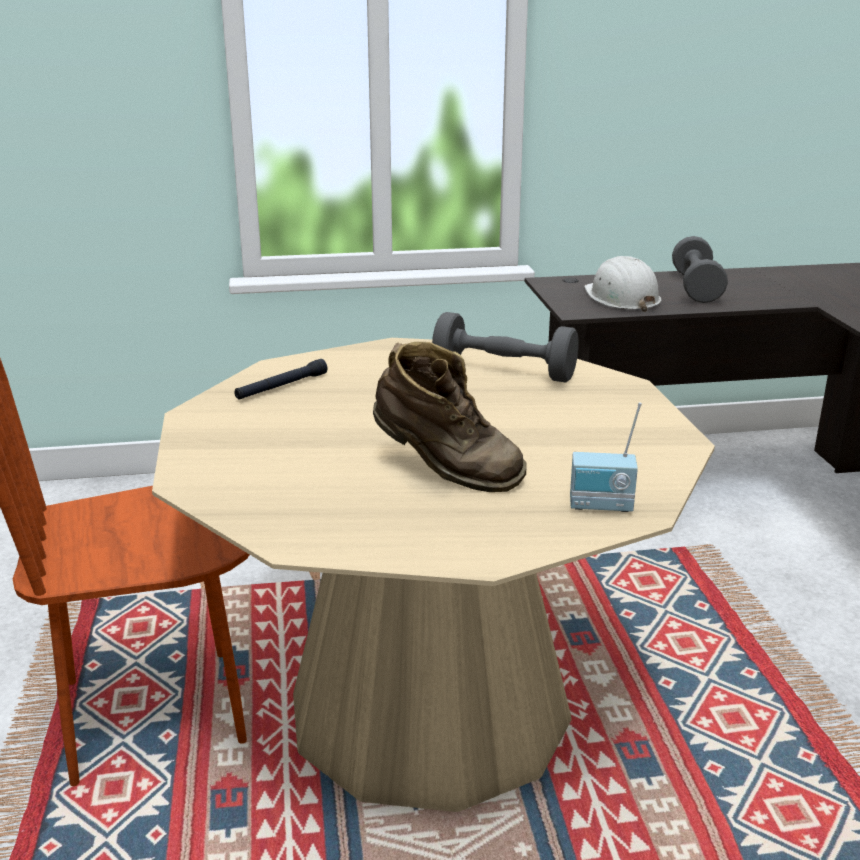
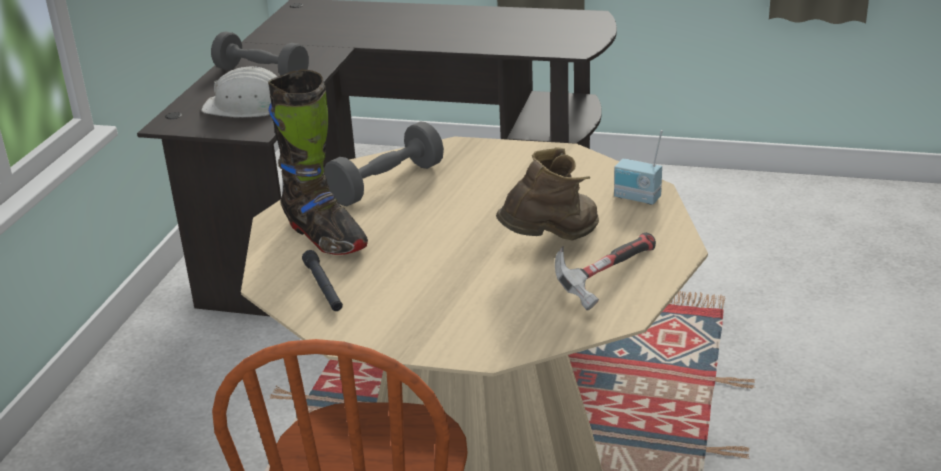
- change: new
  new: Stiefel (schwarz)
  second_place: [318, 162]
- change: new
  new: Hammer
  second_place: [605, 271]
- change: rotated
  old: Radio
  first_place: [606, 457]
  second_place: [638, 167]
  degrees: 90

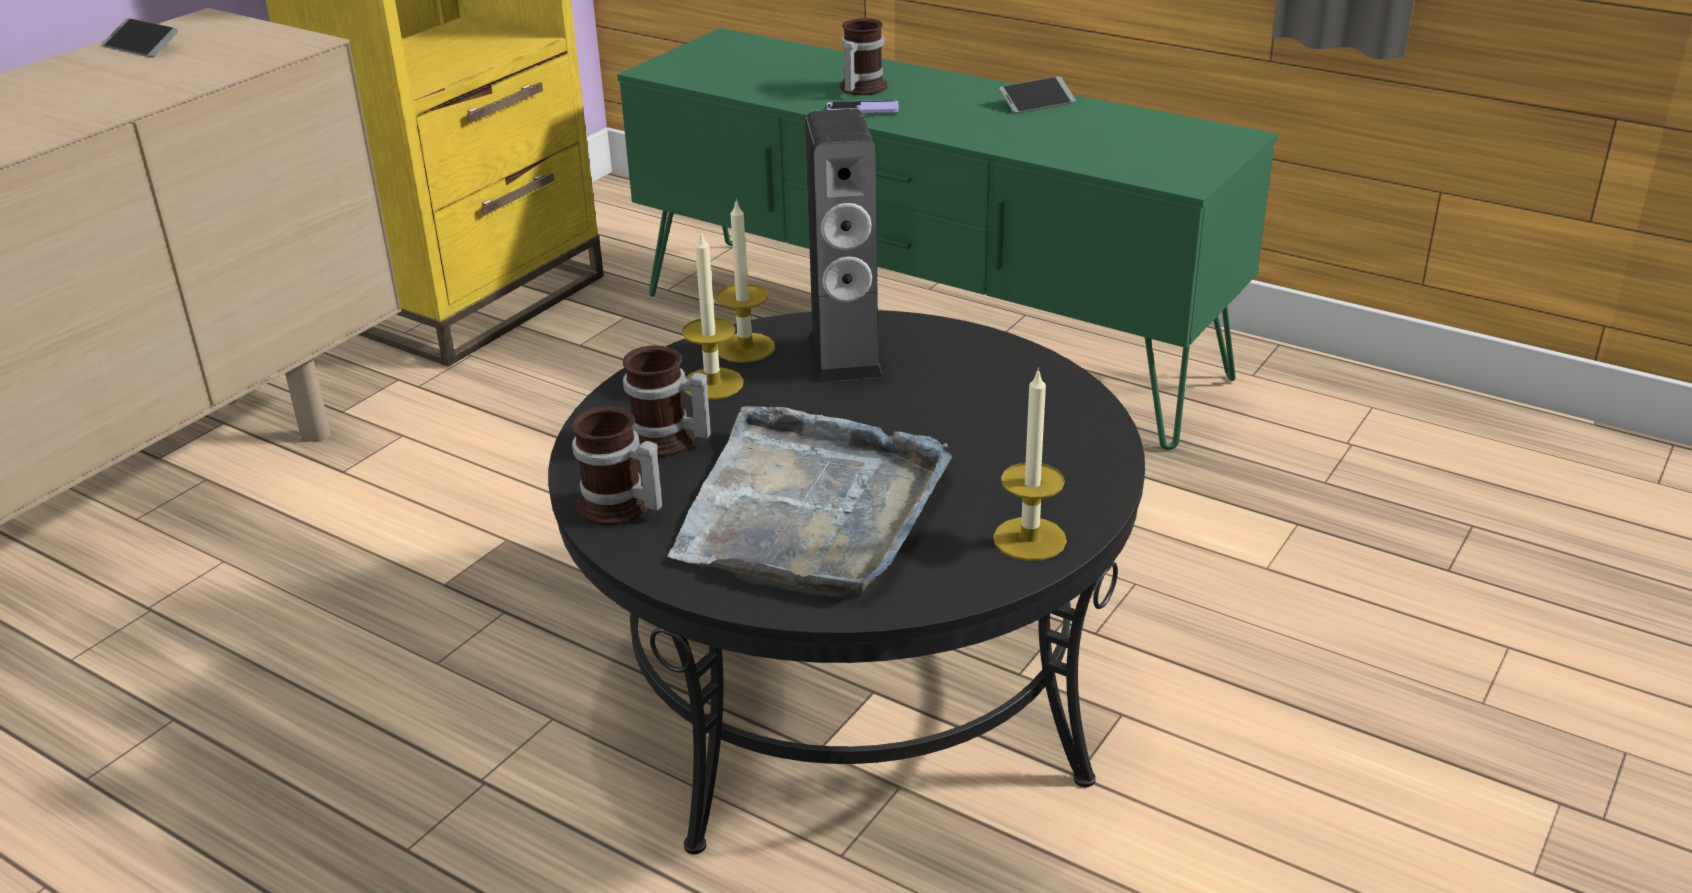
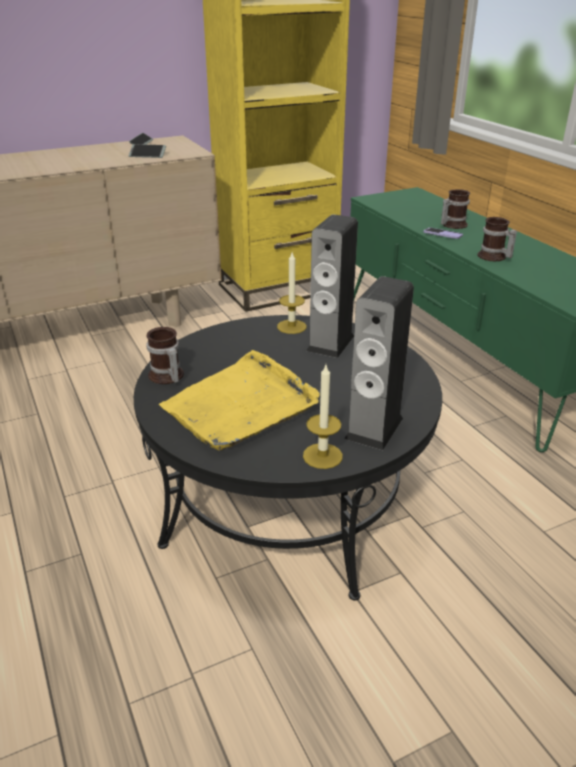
- change: gone
  old: Kerze
  first_place: [713, 316]
- change: new
  new: Lautsprecher
  second_place: [379, 363]
- change: shifted
  old: Henkelbecher
  first_place: [667, 401]
  second_place: [497, 239]
- change: shifted
  old: Handy
  first_place: [1037, 95]
  second_place: [147, 151]
- change: repainted
  old: Tablett (grau)
  new: Tablett (gelb)
  first_place: [809, 499]
  second_place: [239, 400]

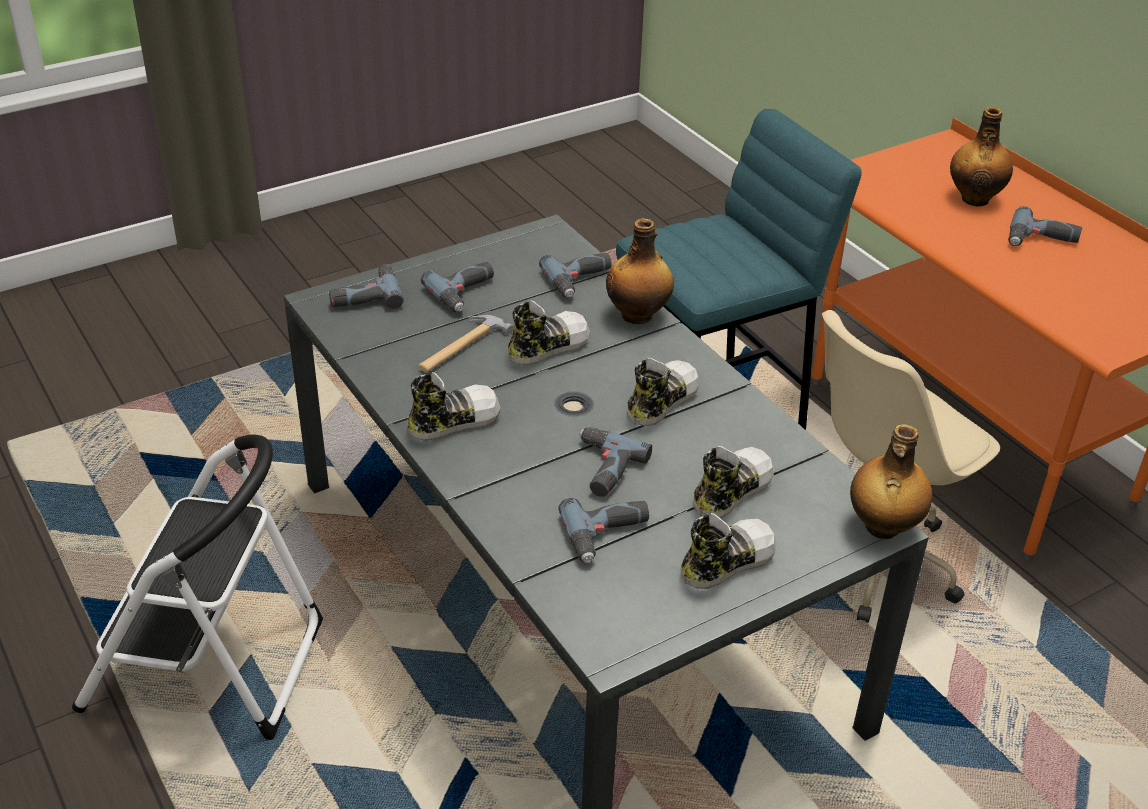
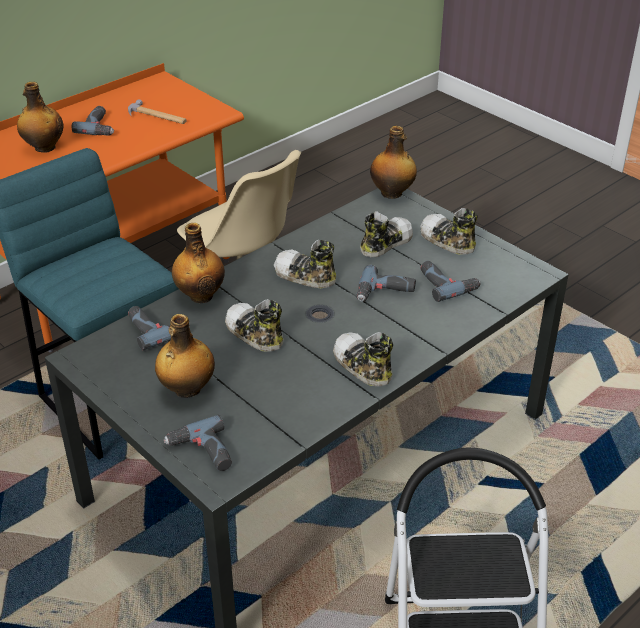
- change: shifted
  old: Hammer
  first_place: [465, 344]
  second_place: [157, 111]
- change: swapped
  old: Bohrmaschine
  new: Flasche
  first_place: [457, 287]
  second_place: [185, 356]
- change: rotated
  old: Schuh
  first_place: [734, 482]
  second_place: [386, 234]
  degrees: 105

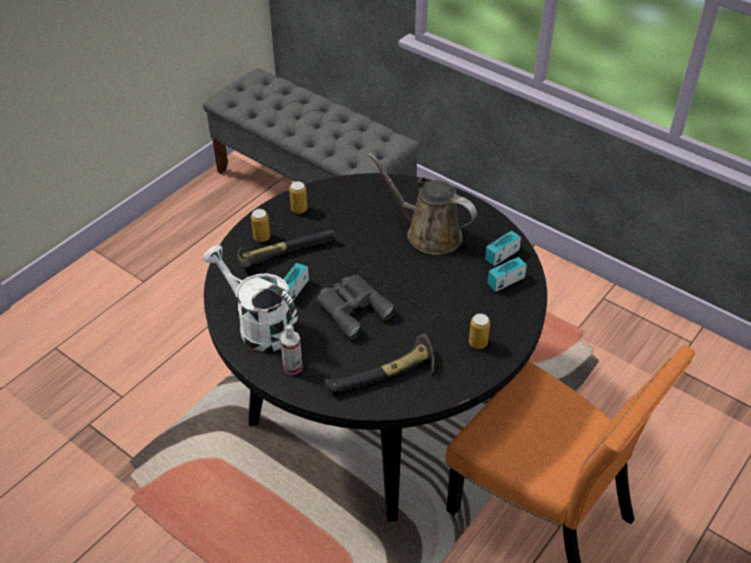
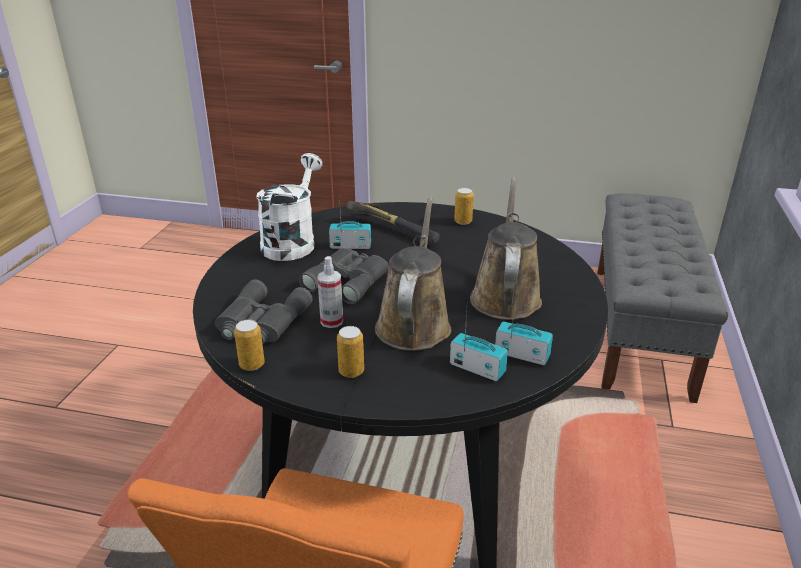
- change: new
  new: Gießkanne (braun)
  second_place: [413, 273]
- change: shifted
  old: Dose
  first_place: [260, 225]
  second_place: [249, 345]
- change: shifted
  old: Sprühflasche
  first_place: [291, 350]
  second_place: [330, 292]
- change: swapped
  old: Hammer
  new: Fernglas (grau)
  first_place: [379, 363]
  second_place: [264, 311]

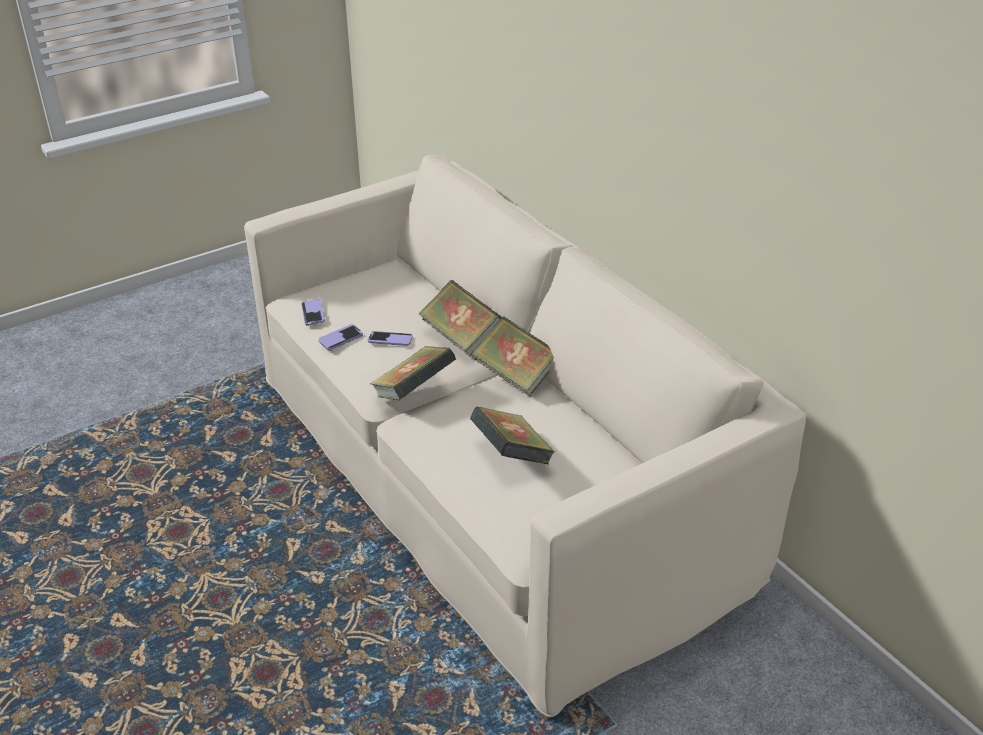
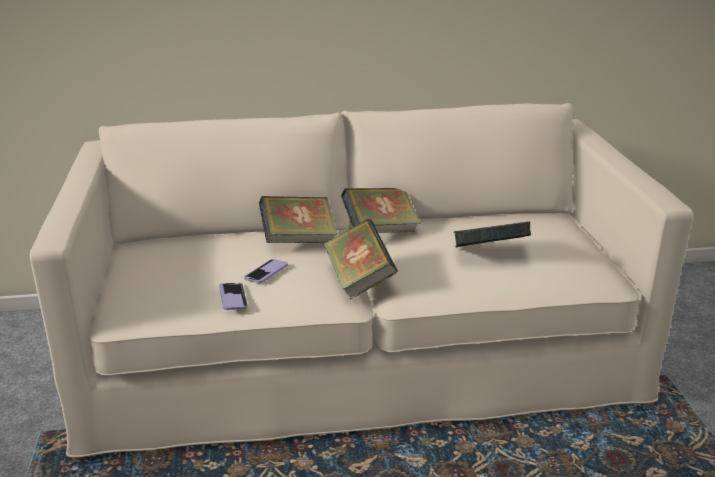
- change: gone
  old: Handy
  first_place: [313, 312]

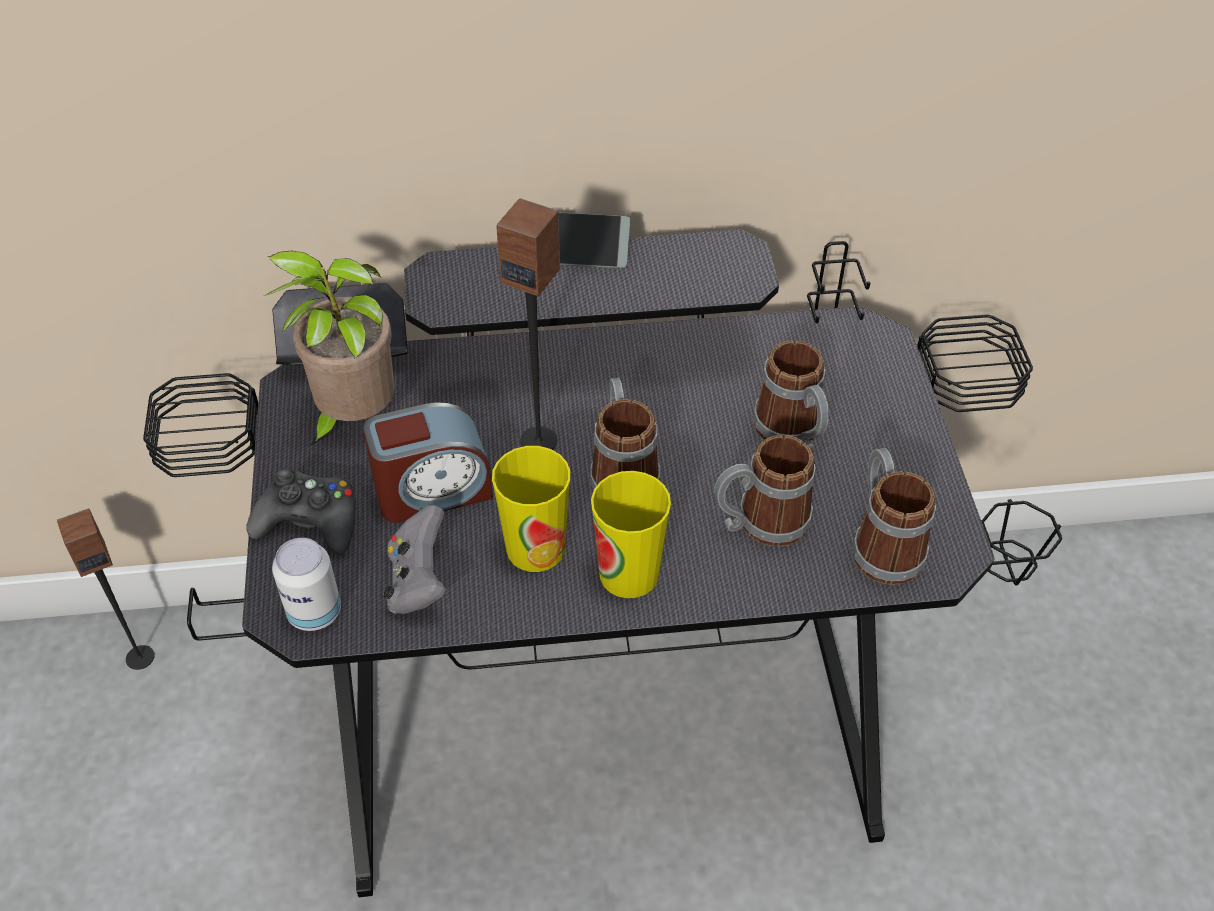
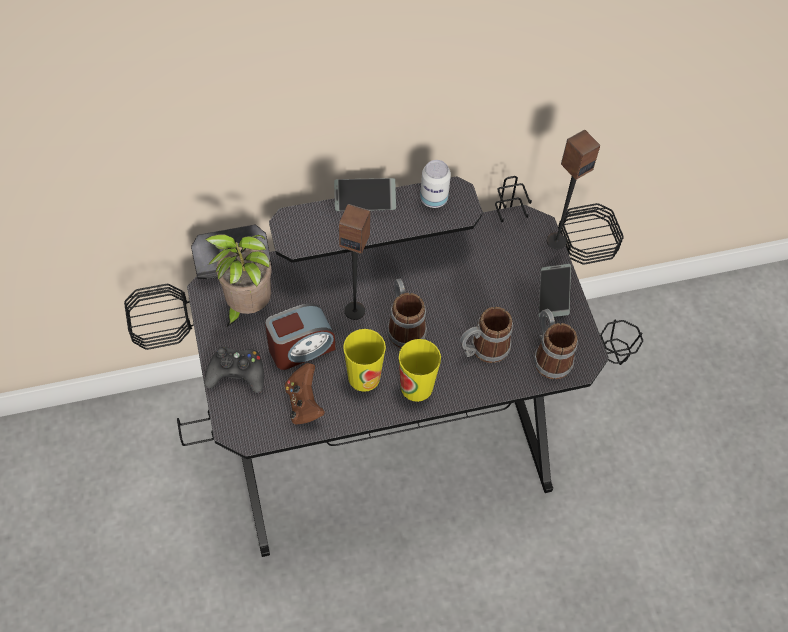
- change: gone
  old: Henkelbecher
  first_place: [790, 396]
- change: new
  new: Handy
  second_place: [555, 291]
- change: shifted
  old: Lautsprecher
  first_place: [106, 589]
  second_place: [573, 189]
- change: shifted
  old: Dose
  first_place: [306, 584]
  second_place: [435, 184]
- change: repainted
  old: Gamepad (grau)
  new: Gamepad (braun)
  first_place: [415, 559]
  second_place: [305, 394]

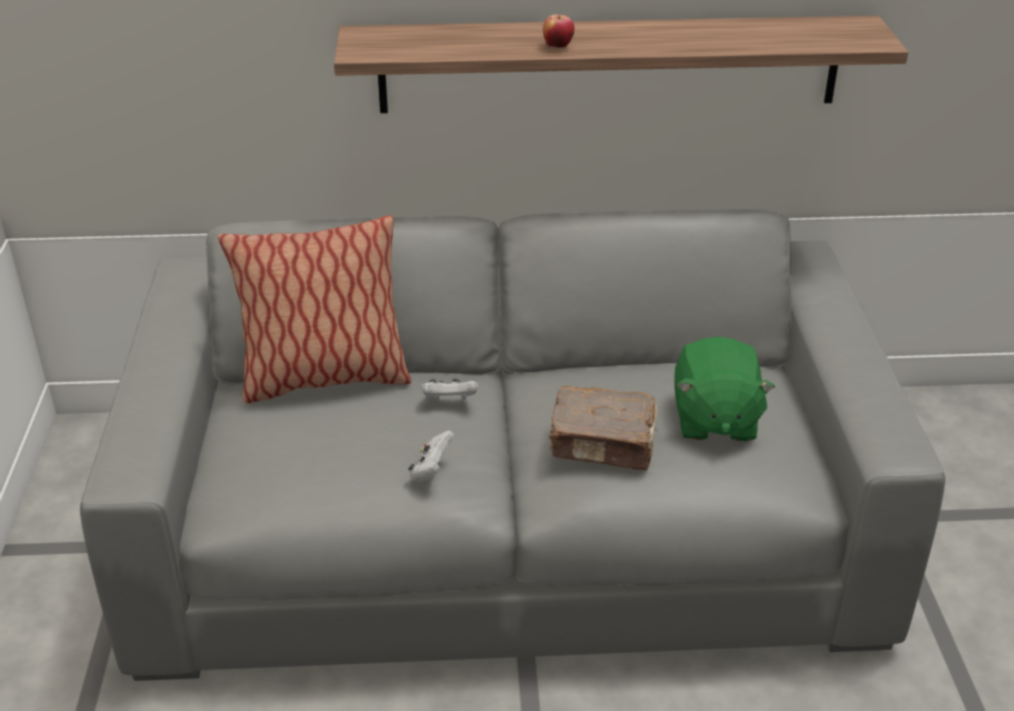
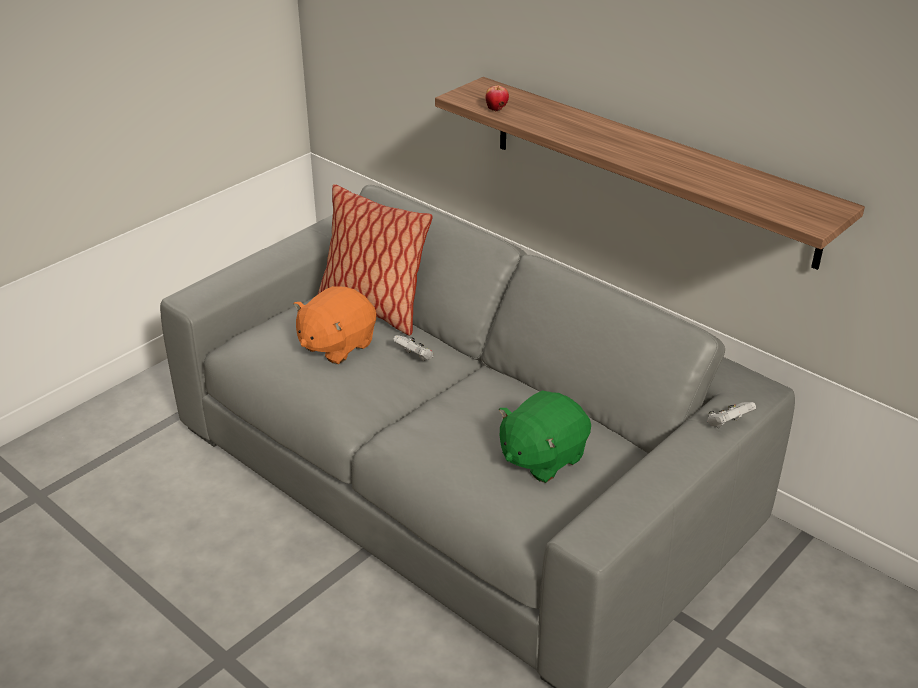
- change: gone
  old: Buch (braun)
  first_place: [603, 428]
- change: new
  new: Plüschtier (orange)
  second_place: [335, 325]
- change: shifted
  old: Gamepad (weiß)
  first_place: [431, 457]
  second_place: [731, 415]
- change: shifted
  old: Apfel
  first_place: [558, 31]
  second_place: [497, 98]

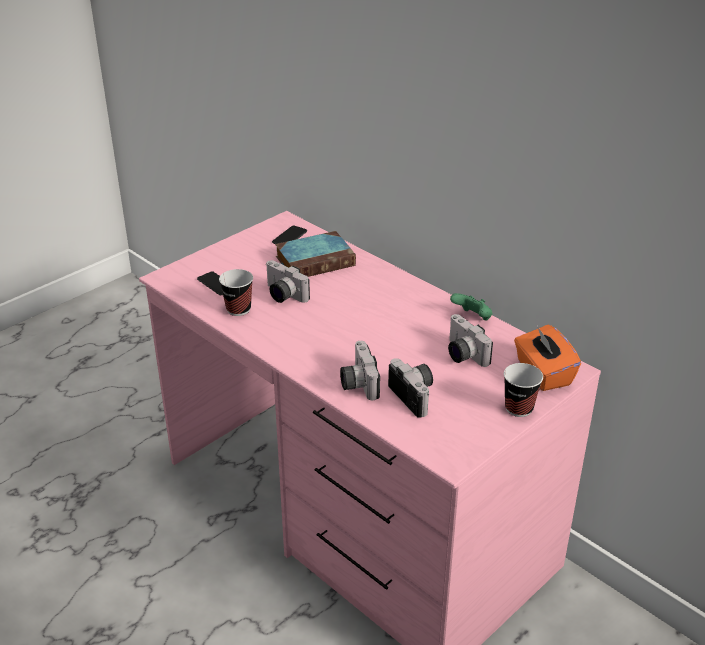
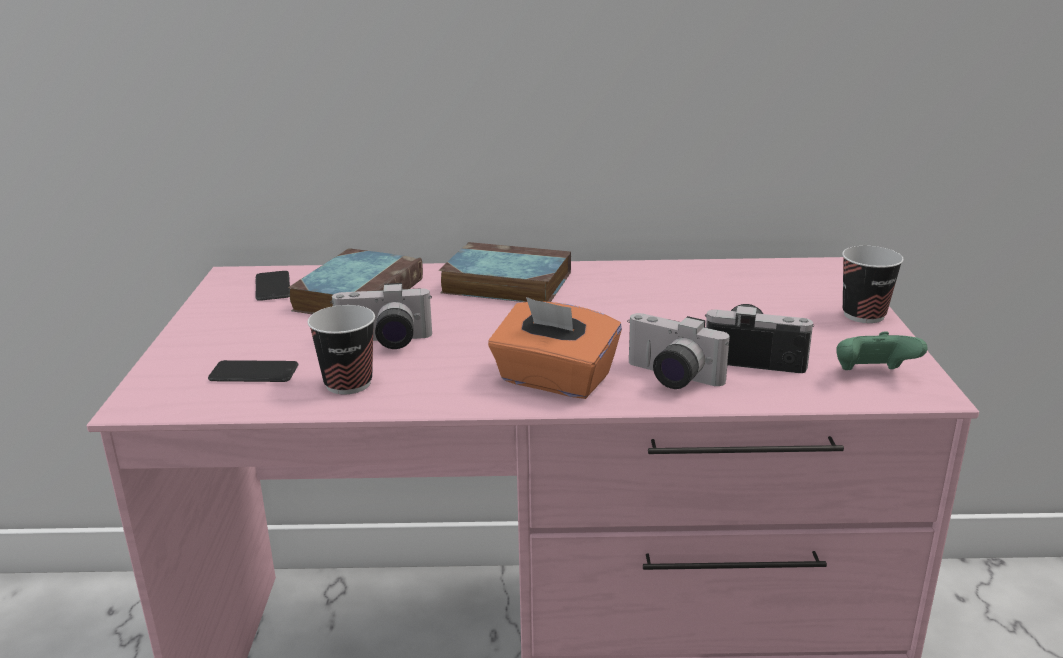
- change: gone
  old: Kamera
  first_place: [470, 340]
- change: new
  new: Buch
  second_place: [505, 272]
- change: shifted
  old: Gamepad (grün)
  first_place: [471, 306]
  second_place: [881, 350]
- change: shifted
  old: Taschentuchbox (orange)
  first_place: [547, 358]
  second_place: [555, 348]

